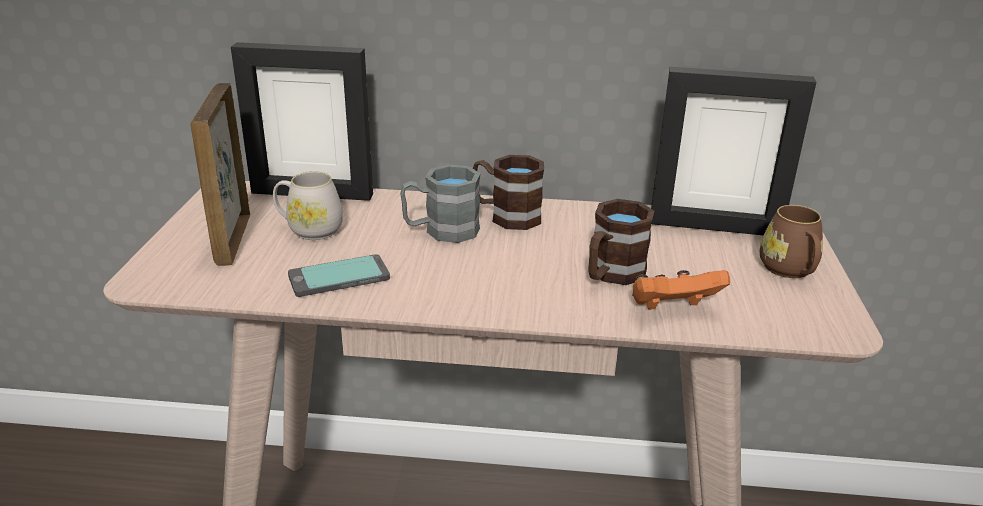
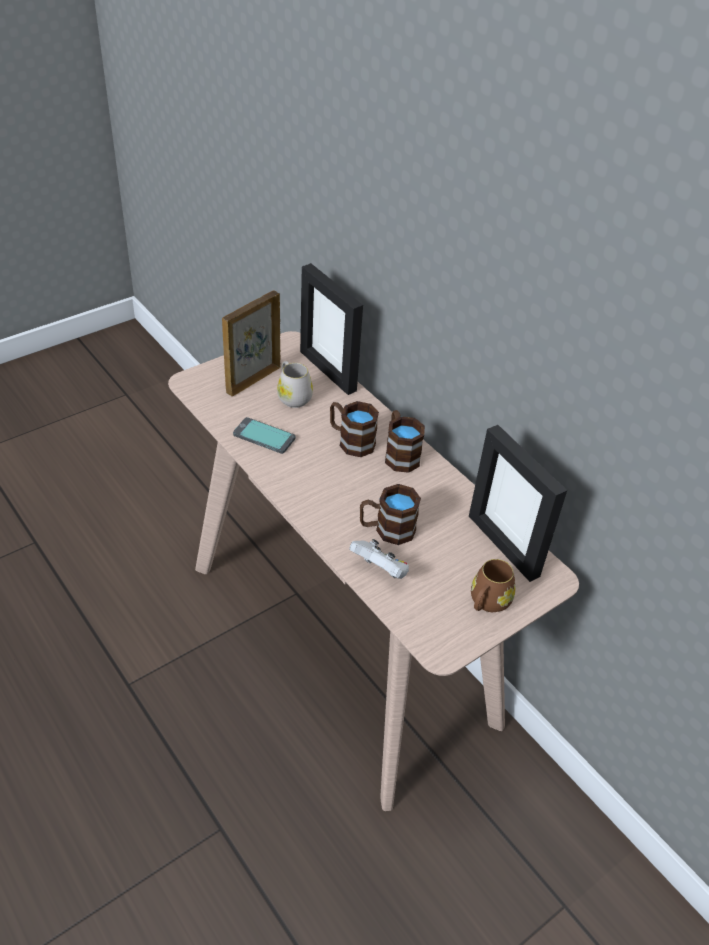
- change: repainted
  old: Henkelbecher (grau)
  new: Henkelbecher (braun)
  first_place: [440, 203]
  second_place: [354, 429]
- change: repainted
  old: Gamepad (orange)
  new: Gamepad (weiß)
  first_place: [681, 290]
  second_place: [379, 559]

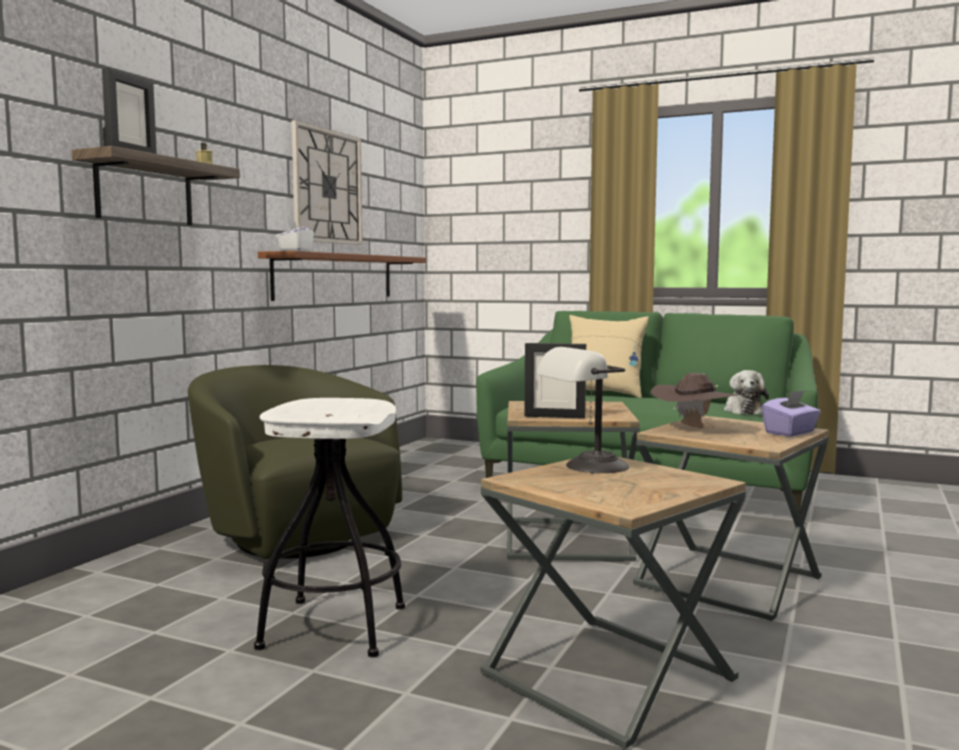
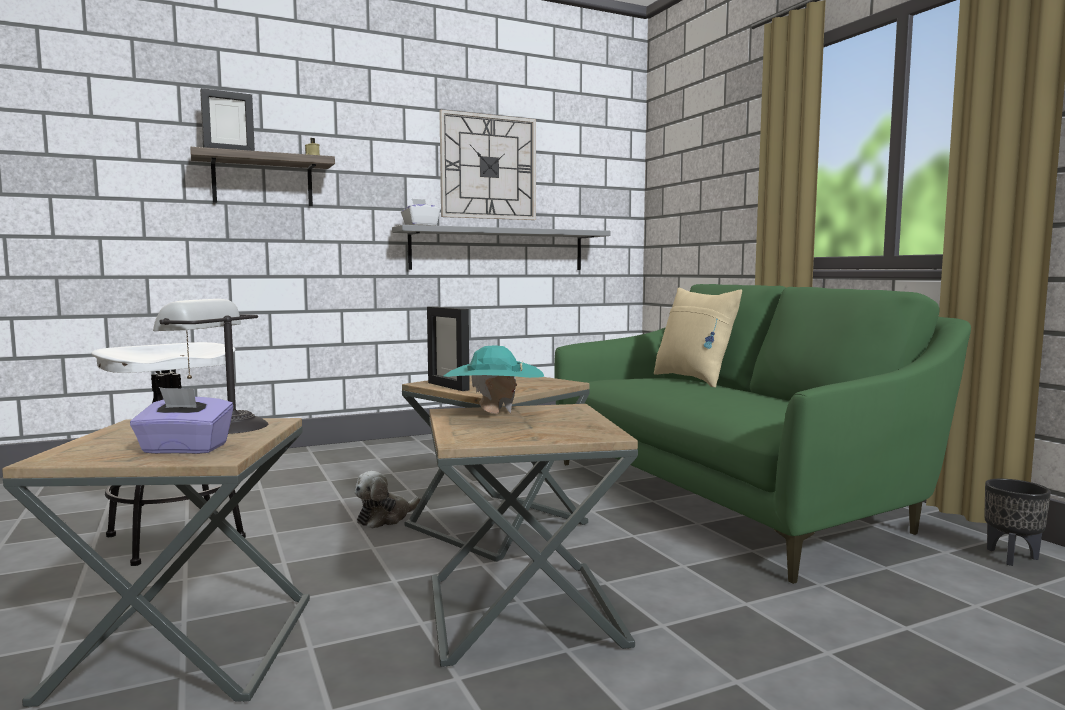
- change: gone
  old: Sessel (grün)
  first_place: [295, 462]
- change: new
  new: Pflanzkübel (schwarz)
  second_place: [1017, 522]
- change: shifted
  old: Plüschtier
  first_place: [746, 392]
  second_place: [388, 500]
- change: shifted
  old: Taschentuchbox (lila)
  first_place: [791, 413]
  second_place: [181, 420]
- change: repainted
  old: Wandregal (braun)
  new: Wandregal (grau)
  first_place: [342, 276]
  second_place: [501, 247]
- change: repainted
  old: Hut (braun)
  new: Hut (türkis)
  first_place: [695, 400]
  second_place: [494, 379]

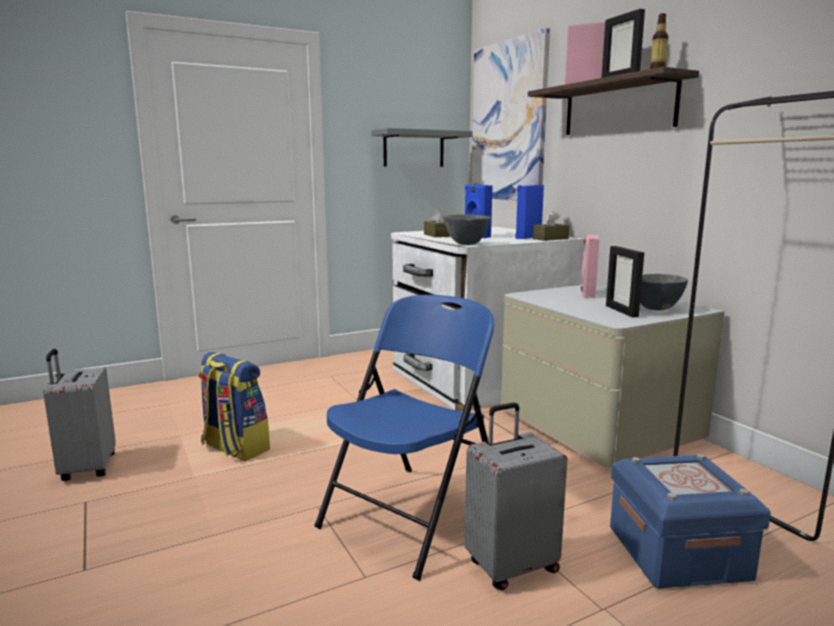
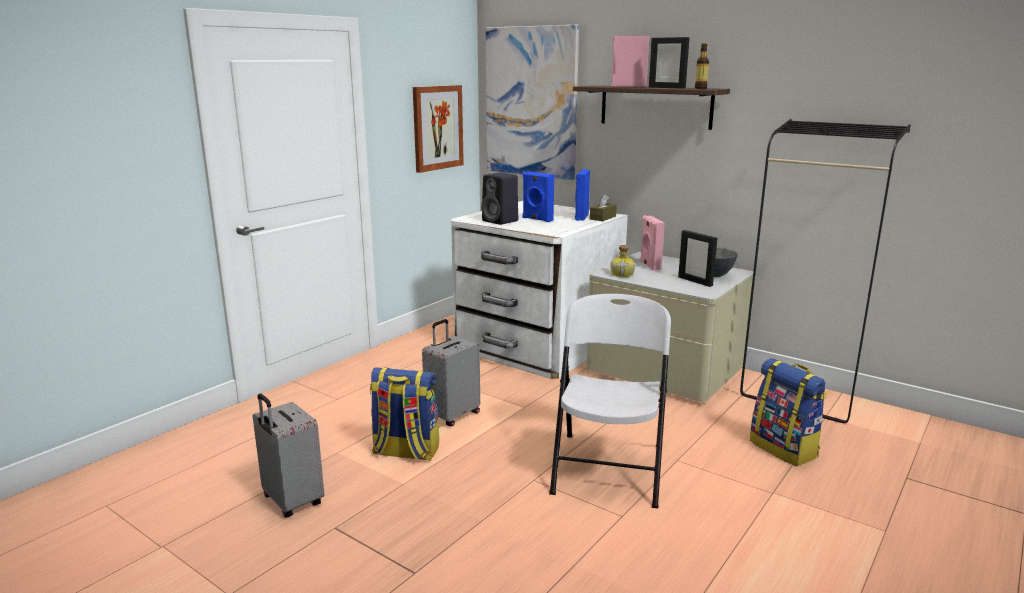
- change: gone
  old: Schüssel (grau)
  first_place: [467, 229]
- change: new
  new: Flasche
  second_place: [623, 261]
- change: shifted
  old: Koffer (grau)
  first_place: [516, 496]
  second_place: [451, 373]
- change: swapped
  old: Wandregal (grau)
  new: Bild
  first_place: [422, 147]
  second_place: [438, 129]
- change: swapped
  old: Taschentuchbox (braun)
  new: Lautsprecher (schwarz)
  first_place: [437, 223]
  second_place: [499, 198]
- change: swapped
  old: Aufbewahrungsbox (blau)
  new: Rucksack
  first_place: [690, 521]
  second_place: [788, 412]
- change: repainted
  old: Stuhl (blau)
  new: Stuhl (weiß)
  first_place: [404, 438]
  second_place: [610, 401]

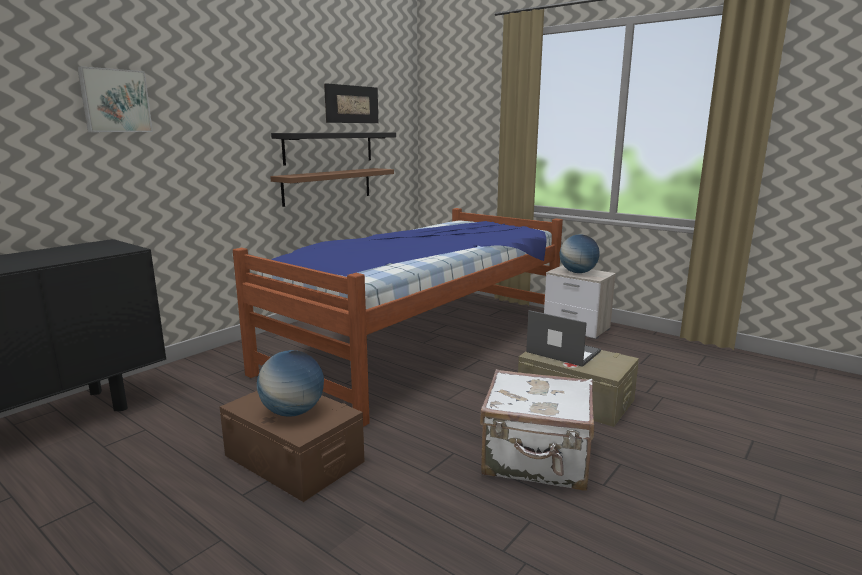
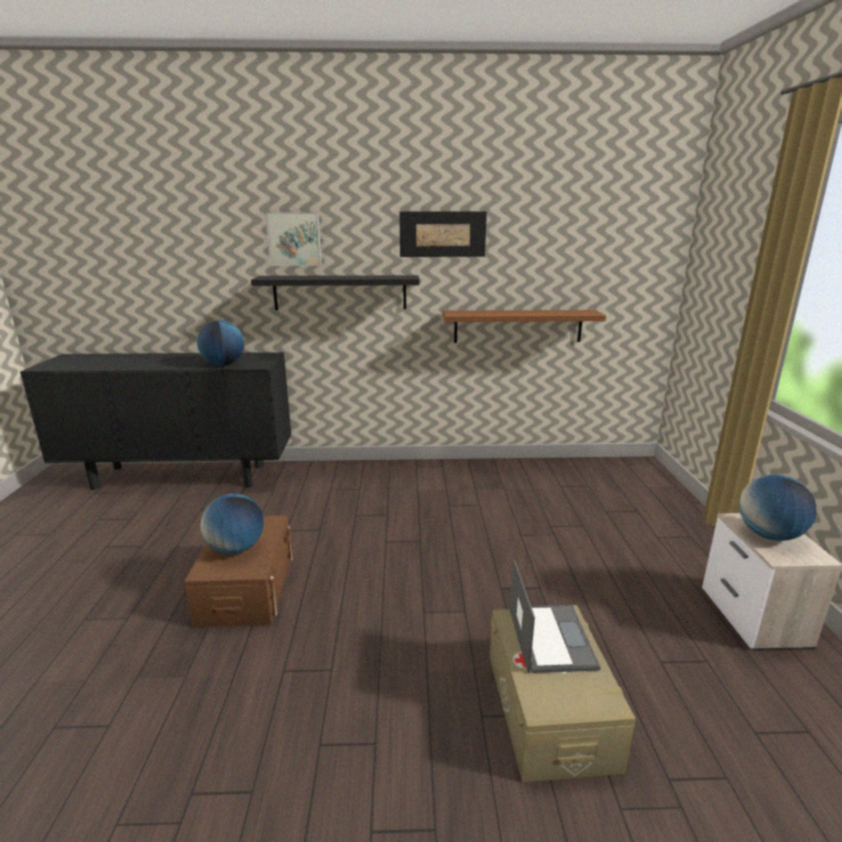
- change: gone
  old: Bett
  first_place: [398, 317]
- change: gone
  old: Koffer (weiß)
  first_place: [537, 430]
- change: new
  new: Globus
  second_place: [220, 342]
- change: shifted
  old: Wandregal (schwarz)
  first_place: [333, 149]
  second_place: [335, 292]
- change: shifted
  old: Bild
  first_place: [351, 103]
  second_place: [443, 234]

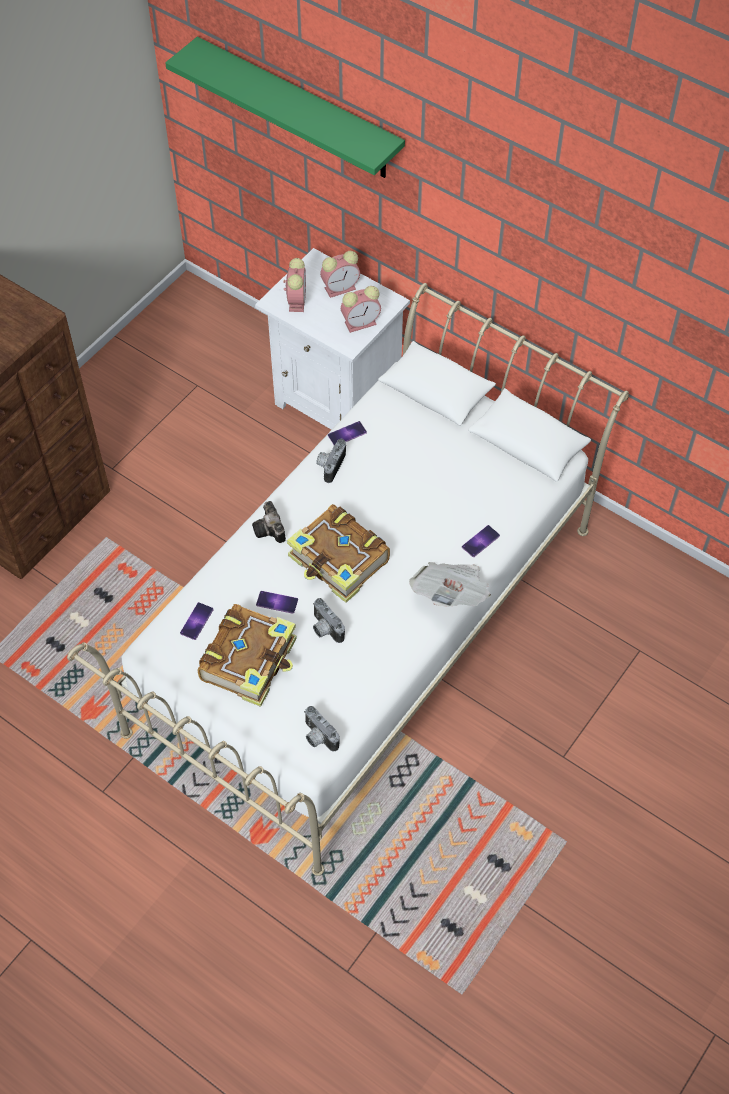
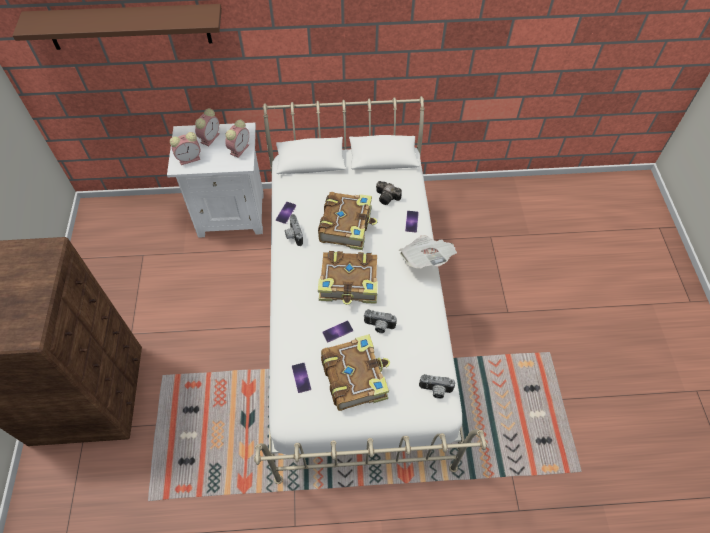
- change: new
  new: Buch
  second_place: [347, 221]
- change: shifted
  old: Kamera
  first_place: [269, 522]
  second_place: [389, 193]
- change: repainted
  old: Wandregal (grün)
  new: Wandregal (braun)
  first_place: [285, 107]
  second_place: [117, 27]
- change: rotated
  old: Wecker
  first_place: [294, 285]
  second_place: [185, 148]
  degrees: 105

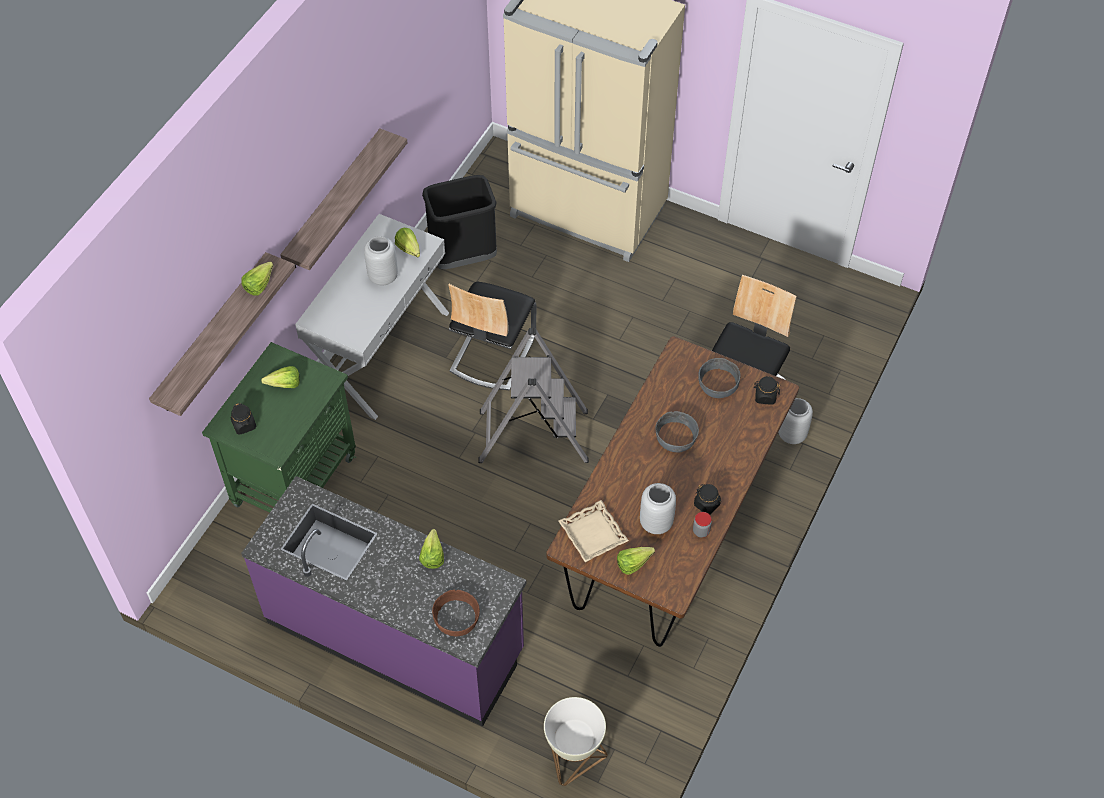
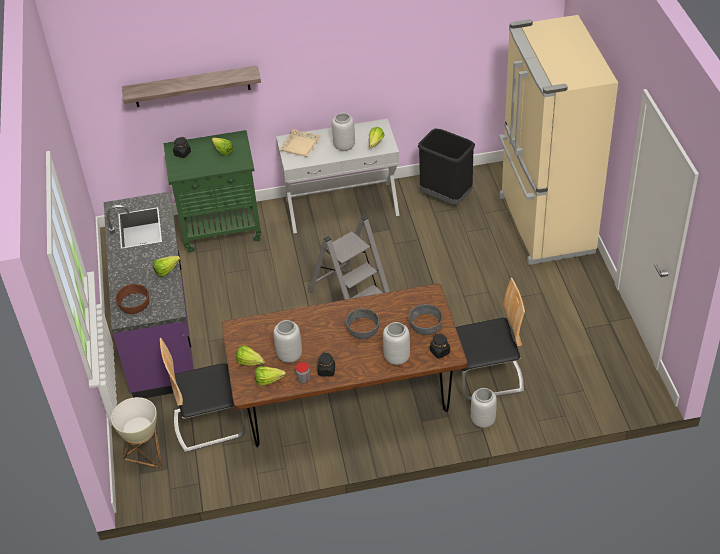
- change: gone
  old: Wandregal
  first_place: [343, 199]
- change: new
  new: Vase (grau)
  second_place: [396, 343]
- change: shifted
  old: Salatkopf
  first_place: [257, 278]
  second_place: [270, 376]
- change: shifted
  old: Stuhl
  first_place: [492, 336]
  second_place: [203, 395]
- change: shifted
  old: Tablett (beige)
  first_place: [594, 531]
  second_place: [300, 143]

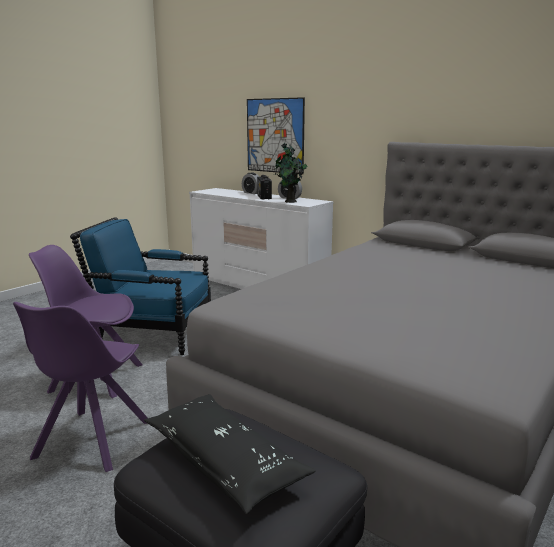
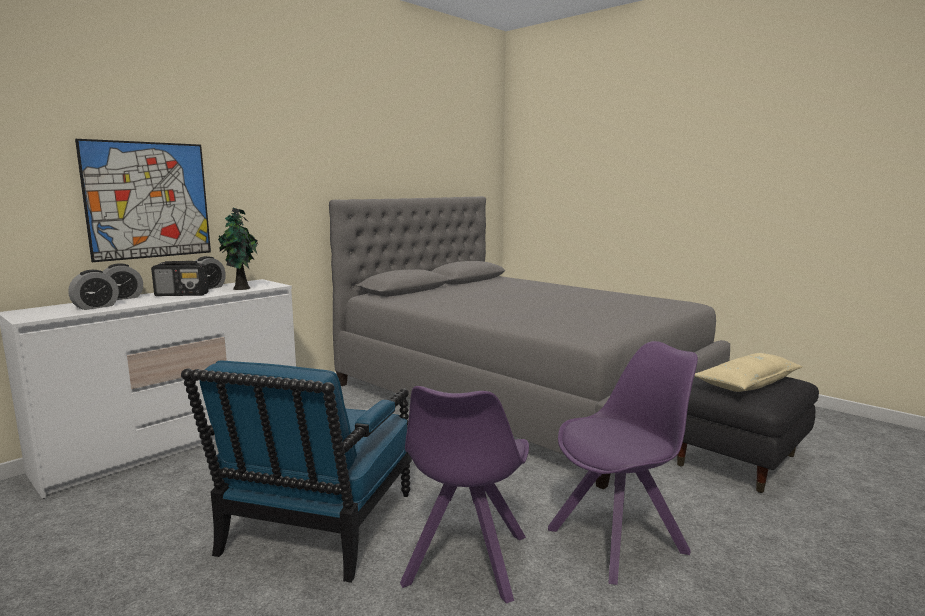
- change: new
  new: Wecker
  second_place: [93, 290]
- change: repainted
  old: Kissen (schwarz)
  new: Kissen (beige)
  first_place: [230, 454]
  second_place: [748, 372]
- change: rotated
  old: Stuhl (lila)
  first_place: [80, 387]
  second_place: [623, 463]
  degrees: -45

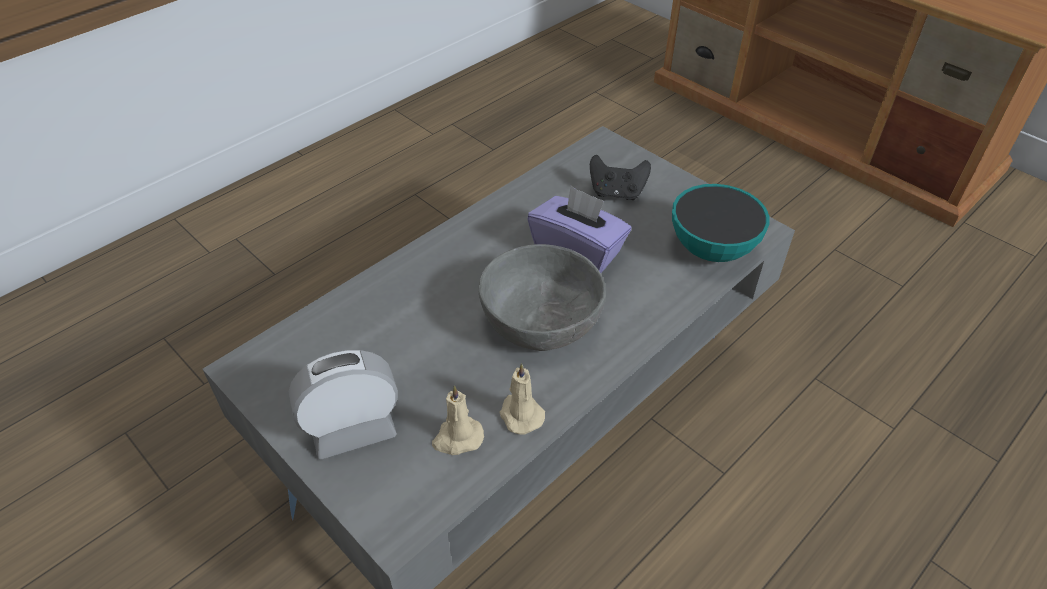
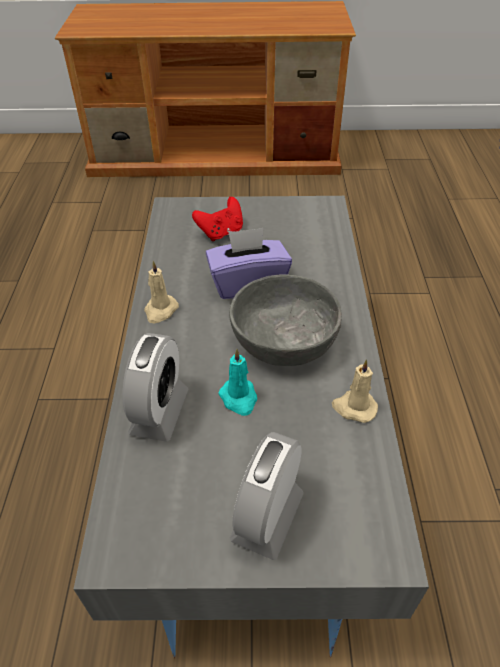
- change: gone
  old: Schüssel
  first_place: [721, 223]
- change: new
  new: Wecker
  second_place: [155, 387]
- change: new
  new: Kerze (türkis)
  second_place: [237, 382]
- change: shifted
  old: Kerze (beige)
  first_place: [458, 420]
  second_place: [161, 292]
- change: repainted
  old: Gamepad (schwarz)
  new: Gamepad (rot)
  first_place: [620, 177]
  second_place: [217, 219]

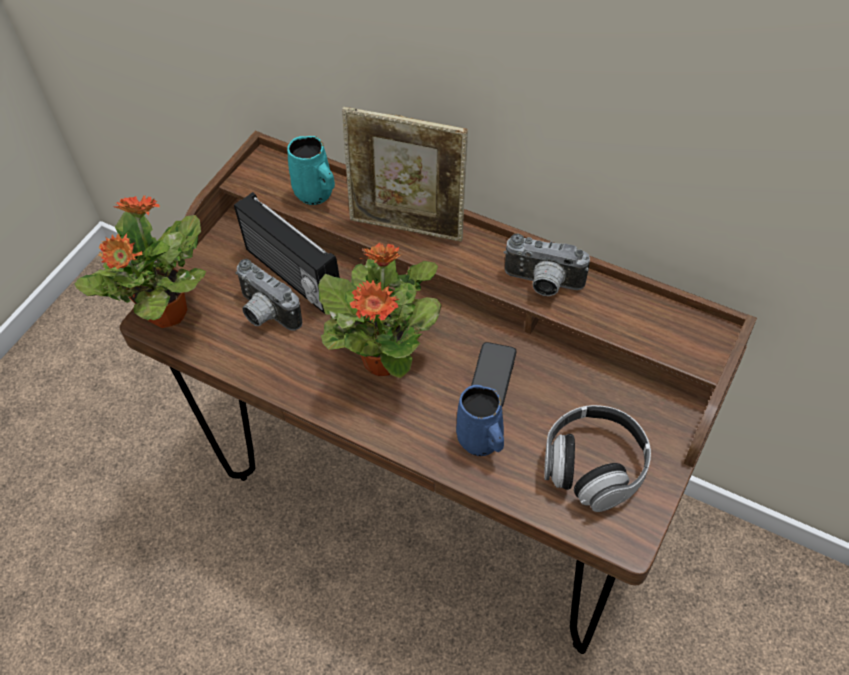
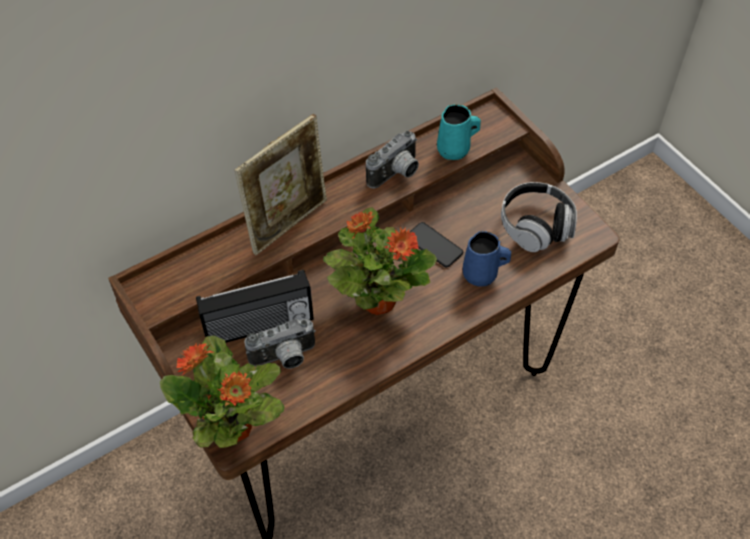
- change: shifted
  old: Henkelbecher (türkis)
  first_place: [311, 170]
  second_place: [459, 132]

